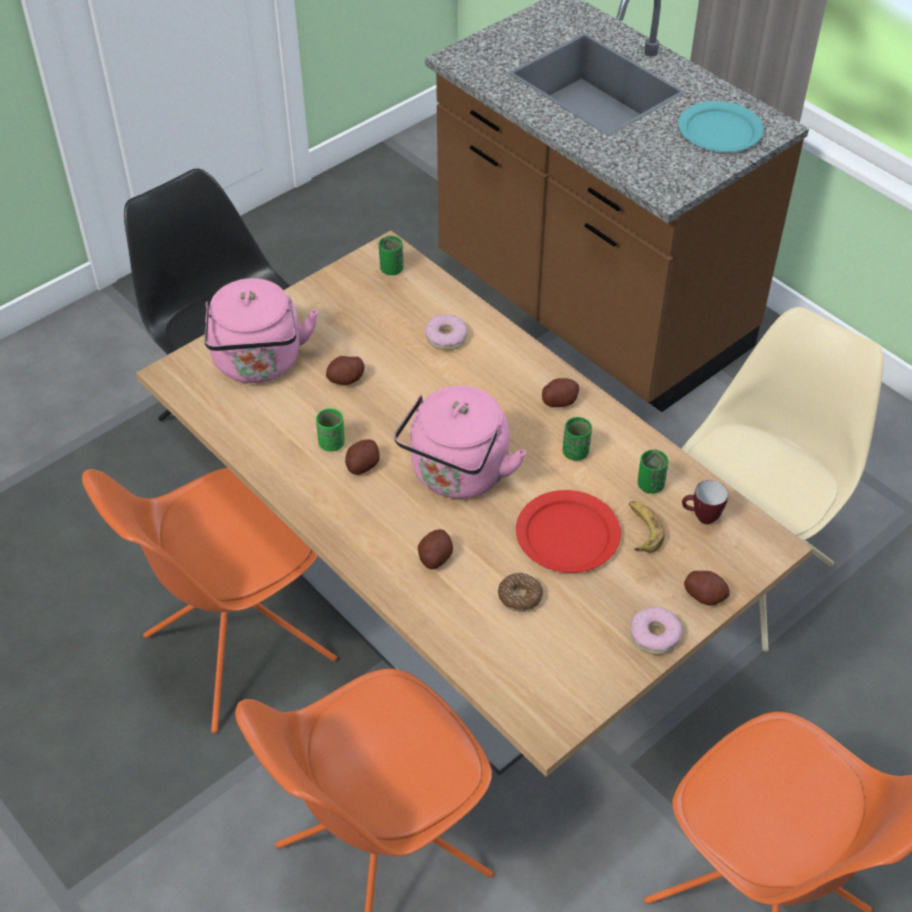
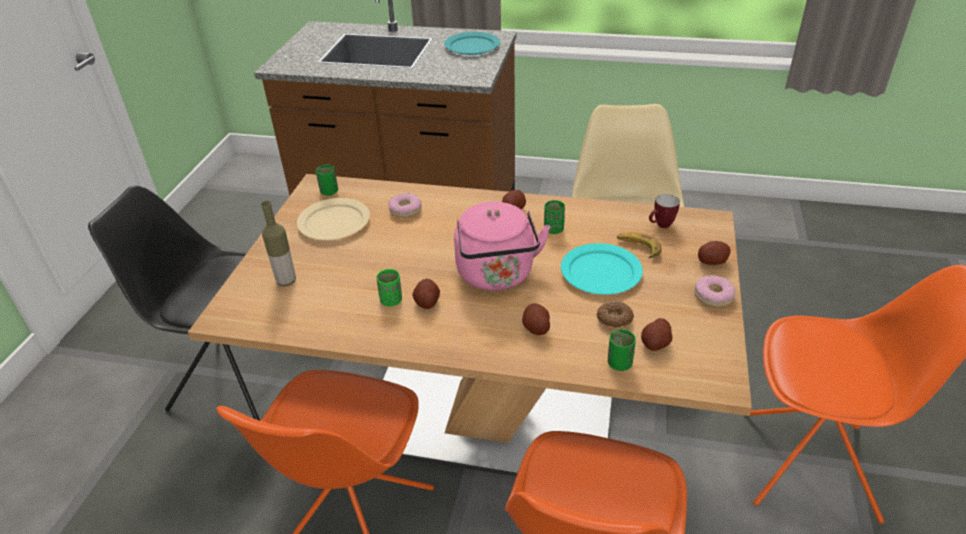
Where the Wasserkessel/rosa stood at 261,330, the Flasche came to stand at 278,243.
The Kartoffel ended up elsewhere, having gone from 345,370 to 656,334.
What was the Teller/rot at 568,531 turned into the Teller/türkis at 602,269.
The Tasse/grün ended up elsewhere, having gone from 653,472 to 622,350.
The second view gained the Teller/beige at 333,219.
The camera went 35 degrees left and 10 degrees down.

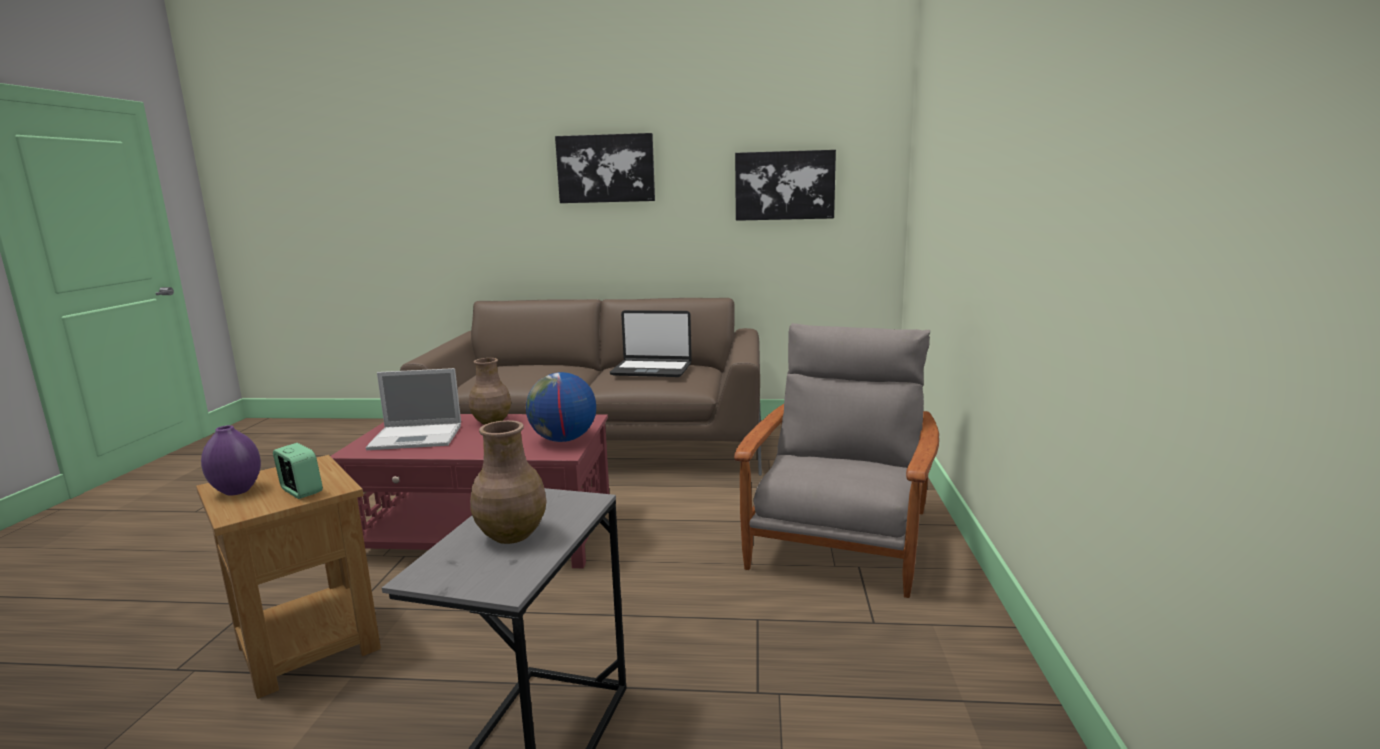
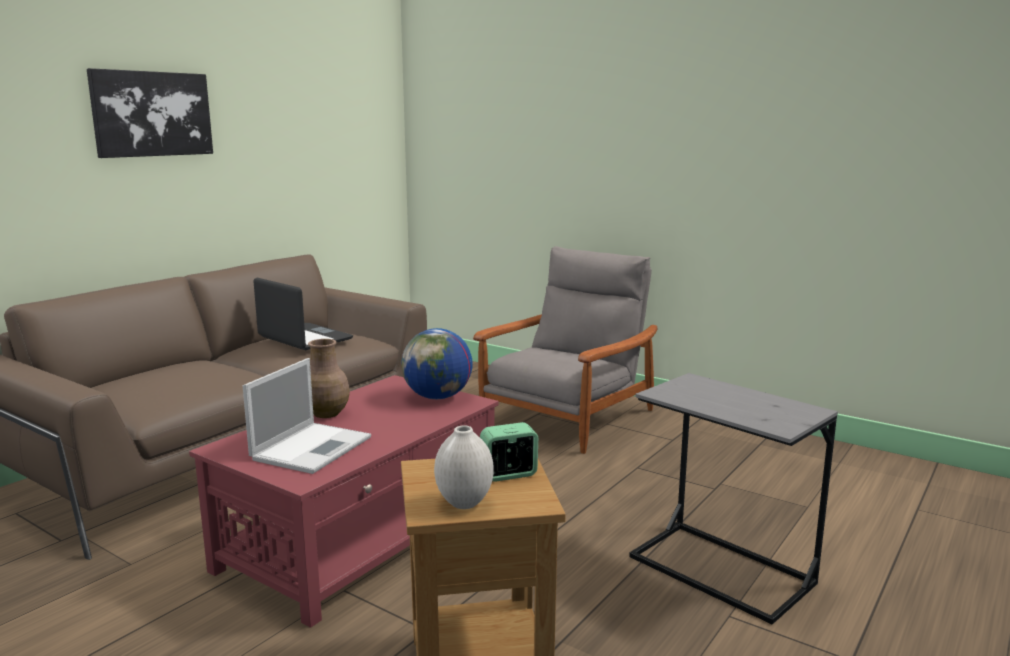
What was the Vase/lila at 231,460 turned into the Vase/weiß at 464,467.
The second view lost the Vase/braun at 508,482.
The Laptop at 651,343 ended up facing another way, 90 degrees counterclockwise from before.
The Sessel/grau at 836,460 ended up facing another way, 75 degrees clockwise from before.
The second view lost the Bild at 785,185.
The camera went 60 degrees left and 0 degrees up.

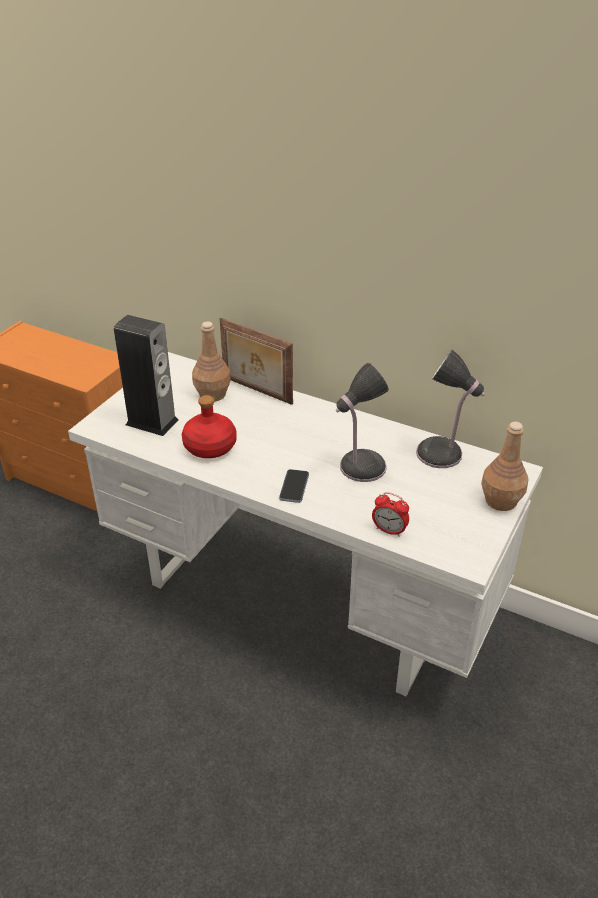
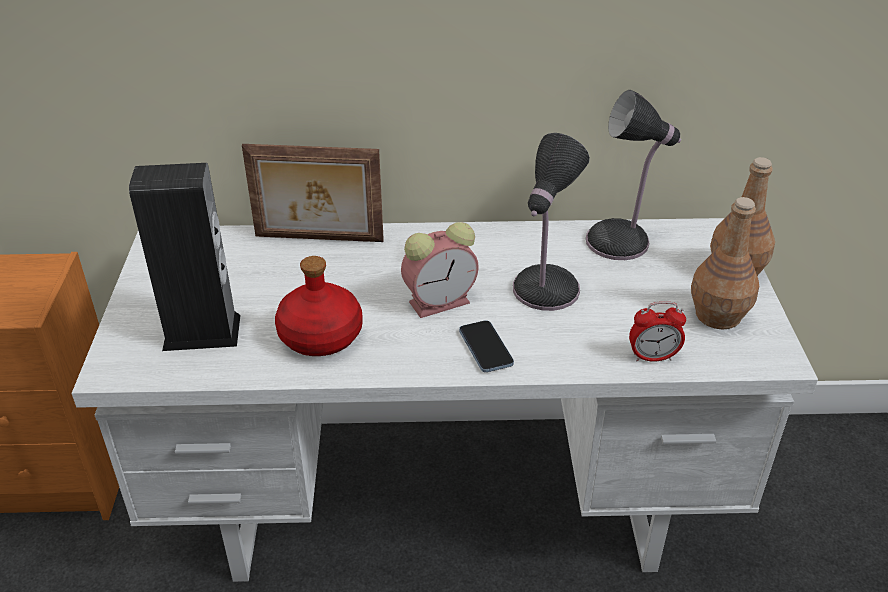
The Flasche/braun ended up elsewhere, having gone from 211,362 to 725,263.
The second view gained the Wecker at 440,270.
The camera went 30 degrees left and 0 degrees up.

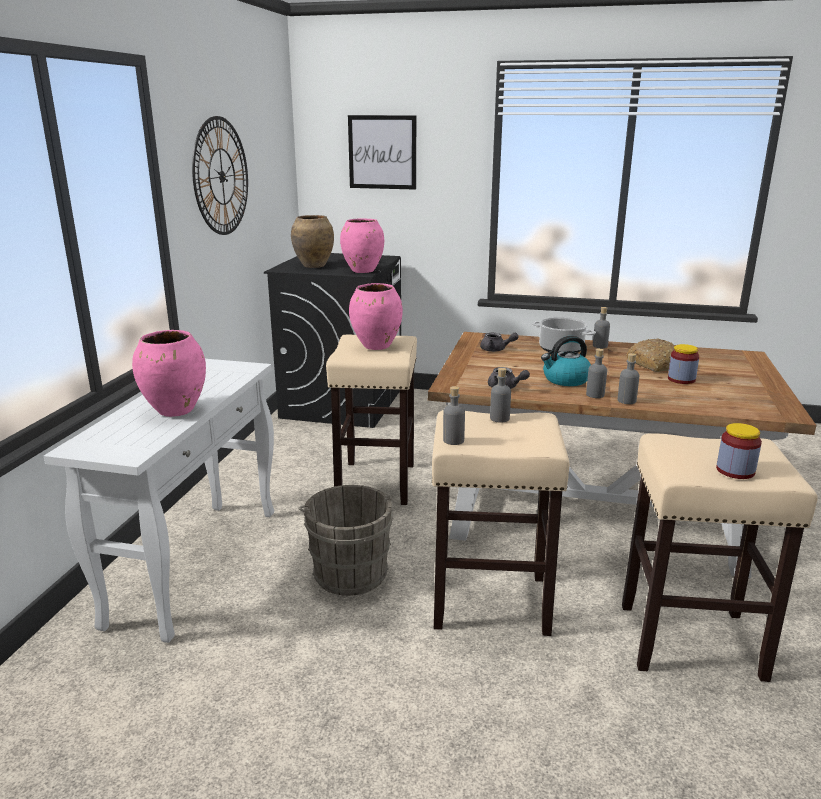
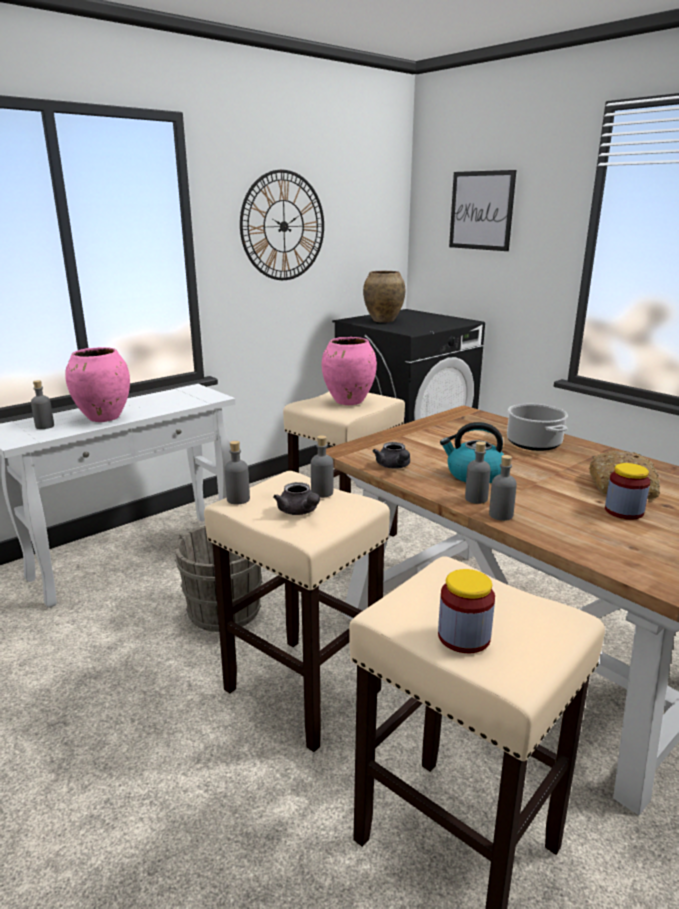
The second view lost the Vase/rosa at 362,245.
The Teekanne/grau ended up elsewhere, having gone from 499,342 to 296,498.
The Flasche/grau ended up elsewhere, having gone from 601,327 to 42,404.
The camera went 35 degrees right and 0 degrees up.

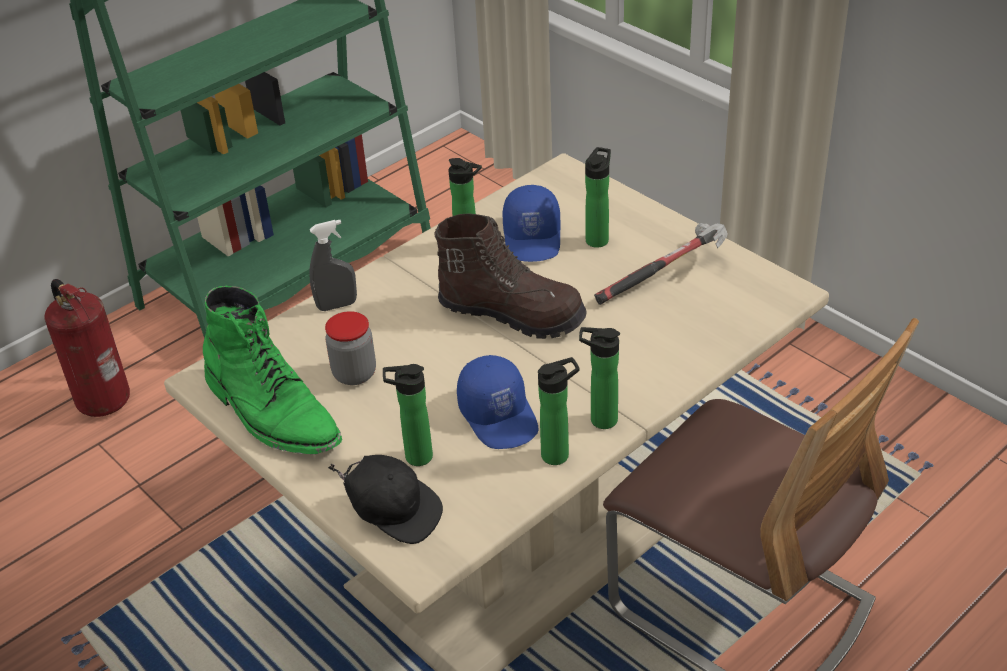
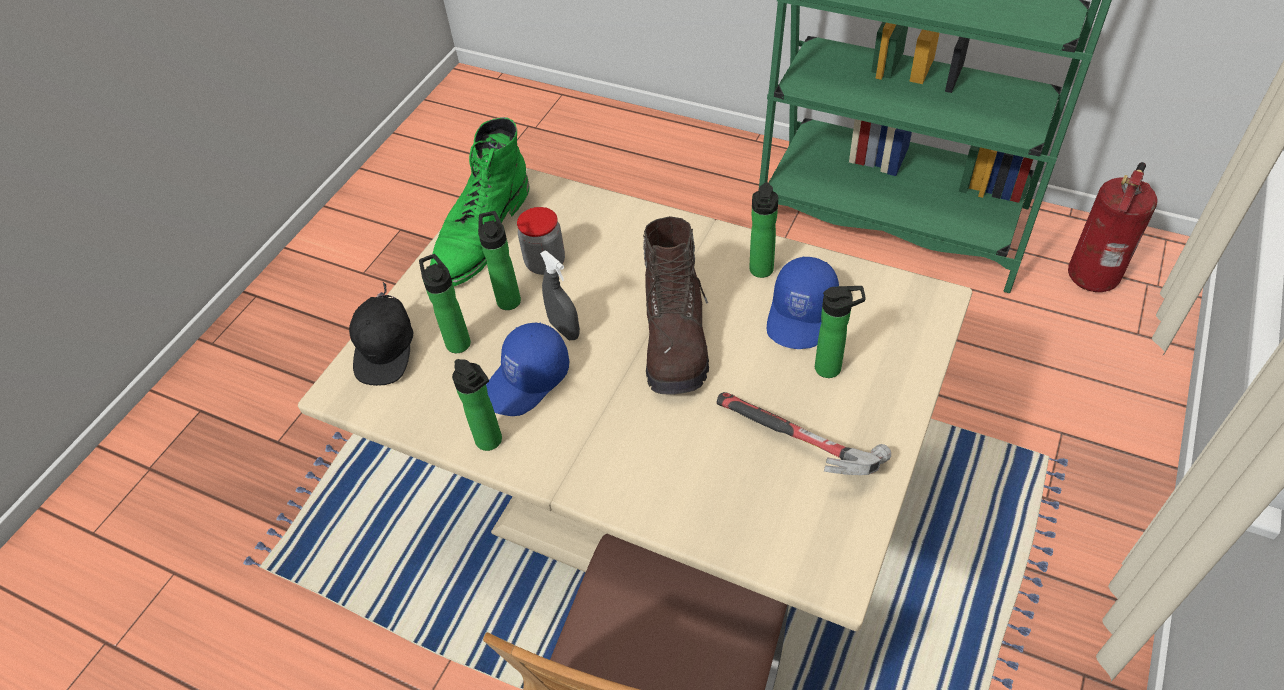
The Feuerlöscher ended up elsewhere, having gone from 87,348 to 1113,227.
The Sprühflasche/grau ended up elsewhere, having gone from 333,265 to 560,295.
The Kappe/blau at 531,223 ended up facing another way, 45 degrees counterclockwise from before.
The Flasche ended up elsewhere, having gone from 599,378 to 499,260.
The camera went 70 degrees right and 10 degrees up.

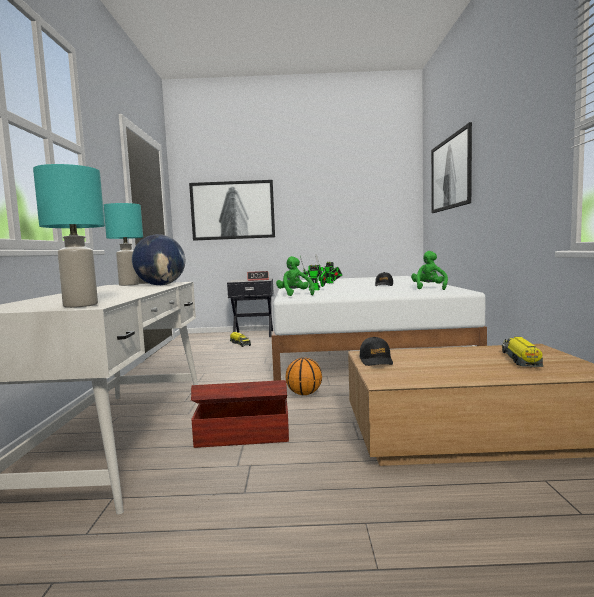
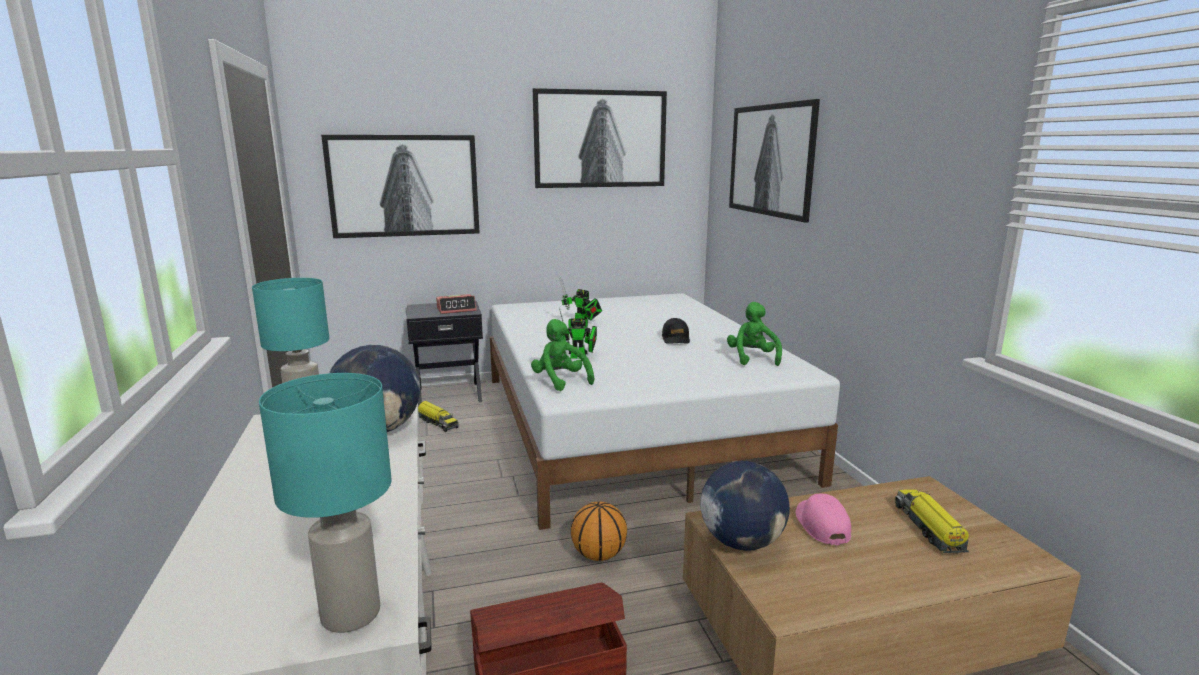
Where the Kappe/schwarz stood at 376,351, the Globus came to stand at 745,506.
The second view gained the Bild at 600,138.
The second view gained the Kappe/rosa at 823,519.
The camera went 15 degrees left and 10 degrees up.

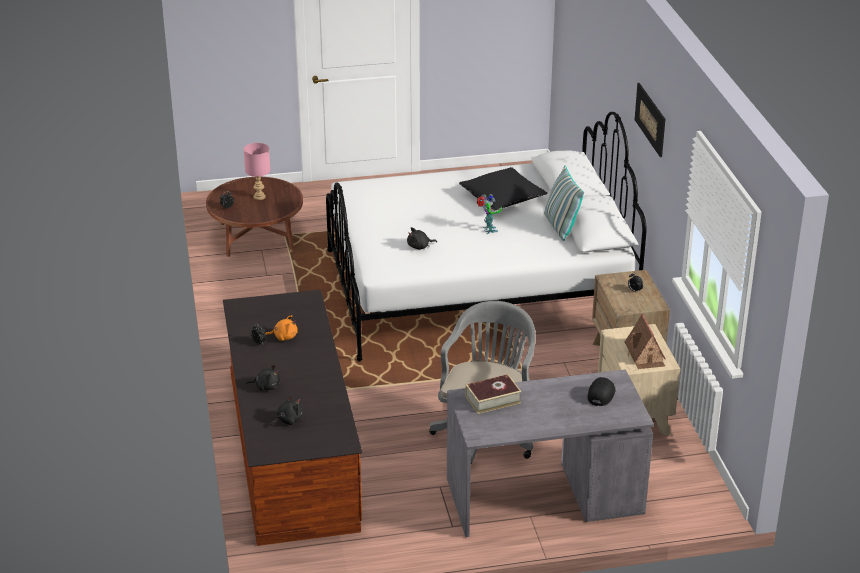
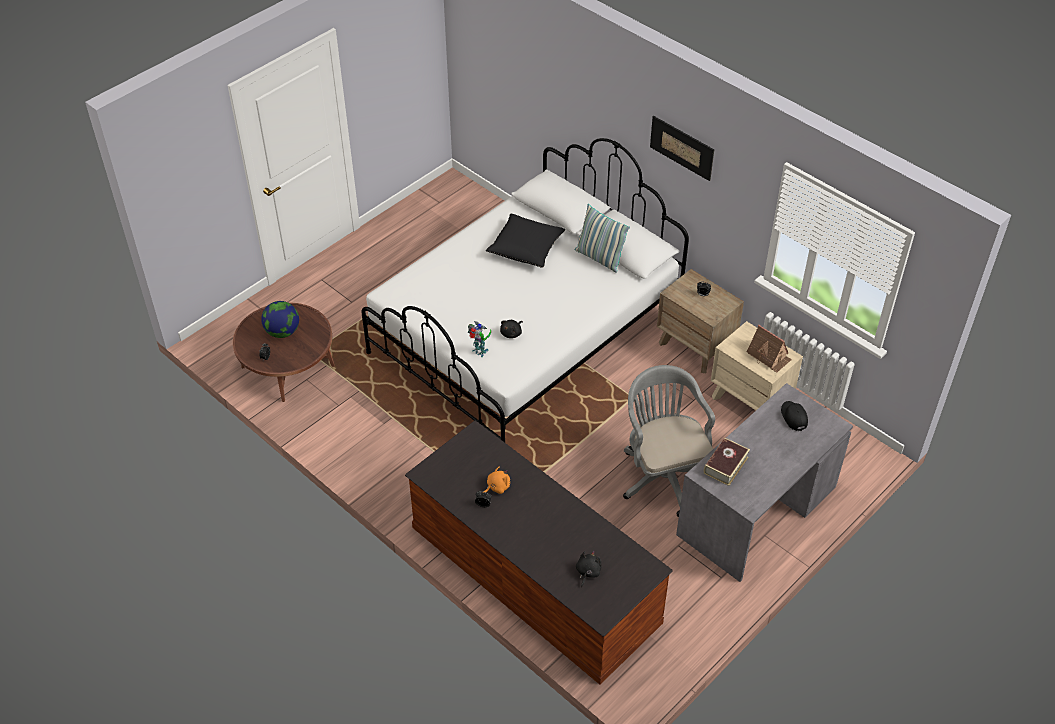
Where the Tischlampe/rosa stood at 257,171, the Globus came to stand at 280,319.
The second view lost the Plüschtier/schwarz at 262,378.
The Spielzeugroboter ended up elsewhere, having gone from 489,214 to 479,339.
The camera went 35 degrees left and 15 degrees up.

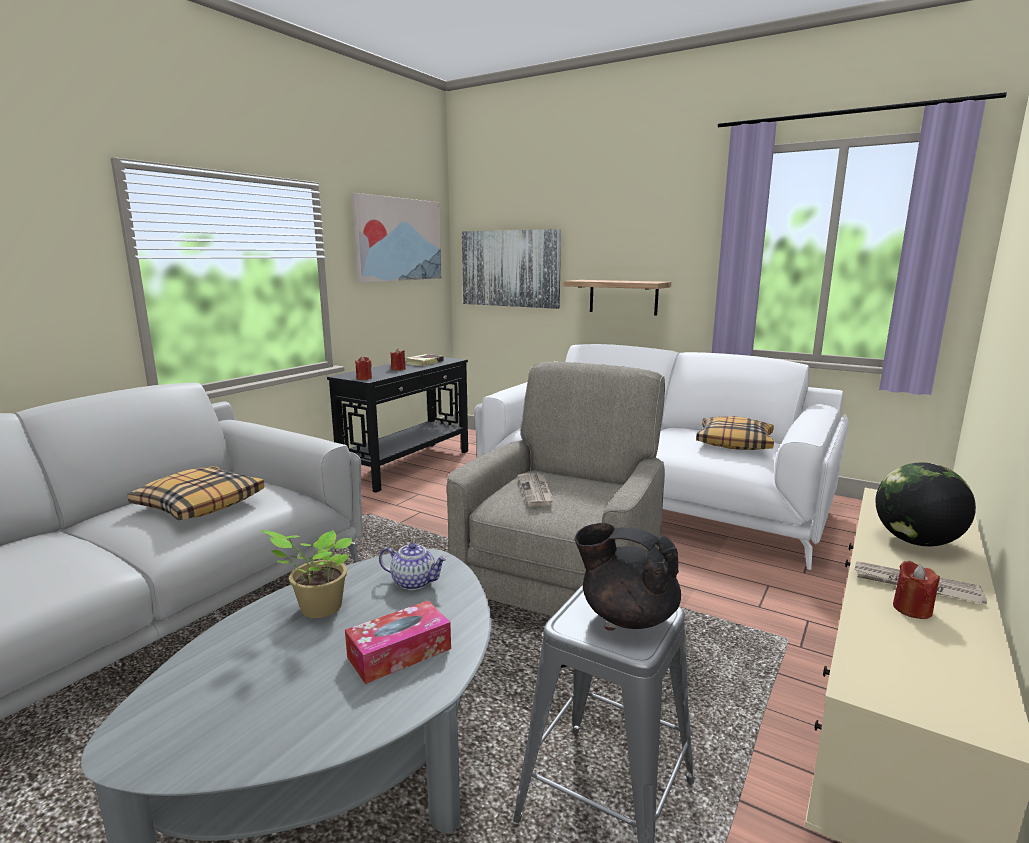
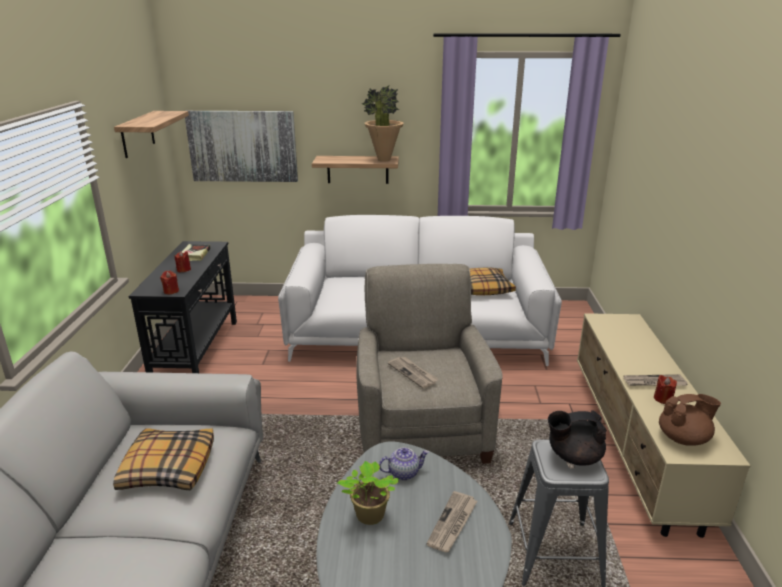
Where the Taschentuchbox stood at 398,642, the Zeitung came to stand at 451,521.
Where the Bild hung at 397,238, the Wandregal came to hang at 151,134.
The second view lost the Globus at 925,504.
The second view gained the Topfpflanze at 383,123.
The second view gained the Teekanne/braun at 690,420.
The camera went 30 degrees left and 10 degrees up.

